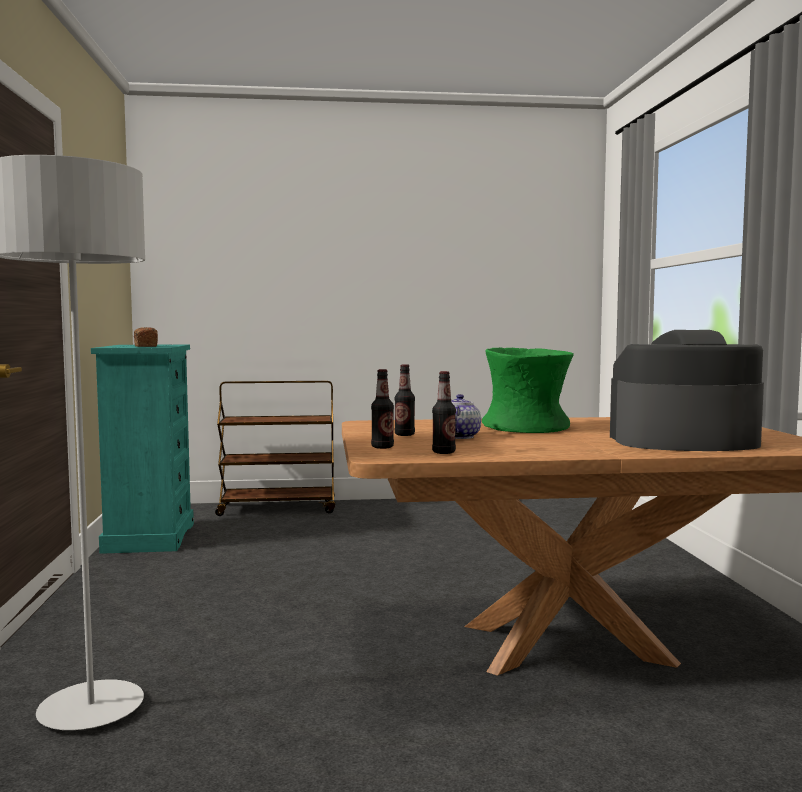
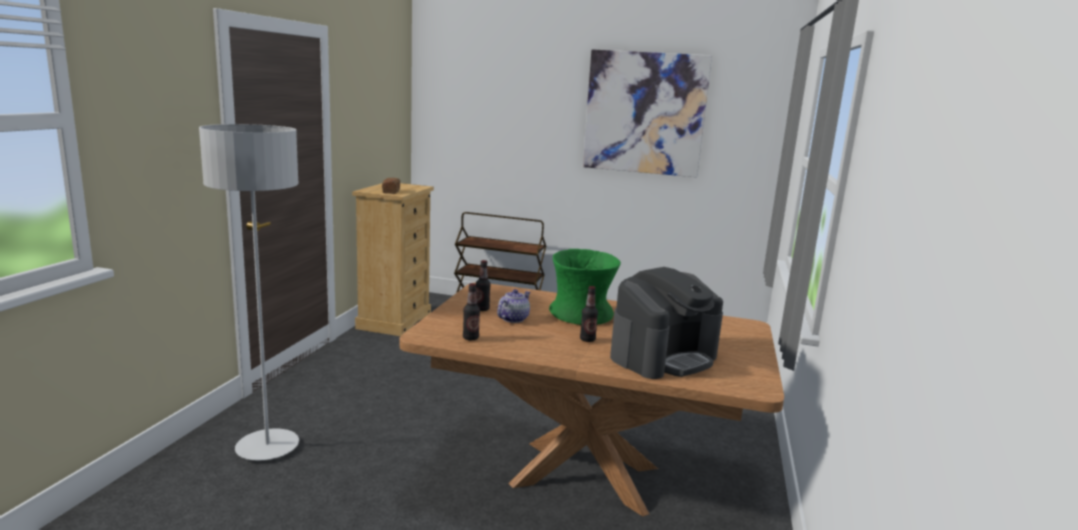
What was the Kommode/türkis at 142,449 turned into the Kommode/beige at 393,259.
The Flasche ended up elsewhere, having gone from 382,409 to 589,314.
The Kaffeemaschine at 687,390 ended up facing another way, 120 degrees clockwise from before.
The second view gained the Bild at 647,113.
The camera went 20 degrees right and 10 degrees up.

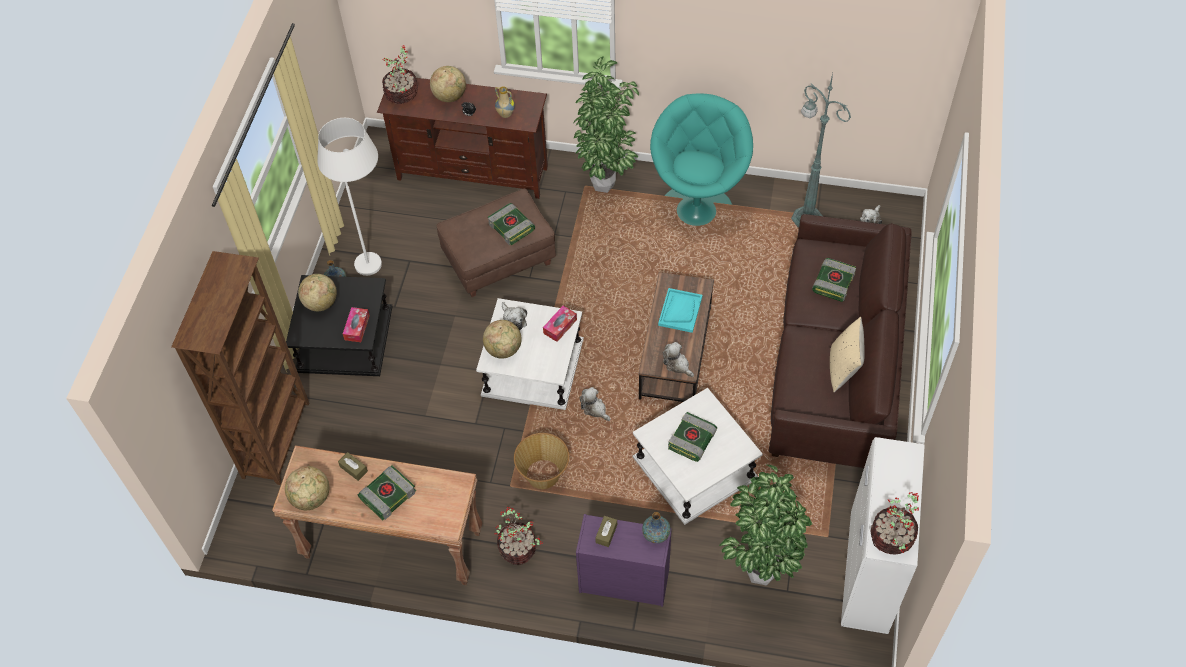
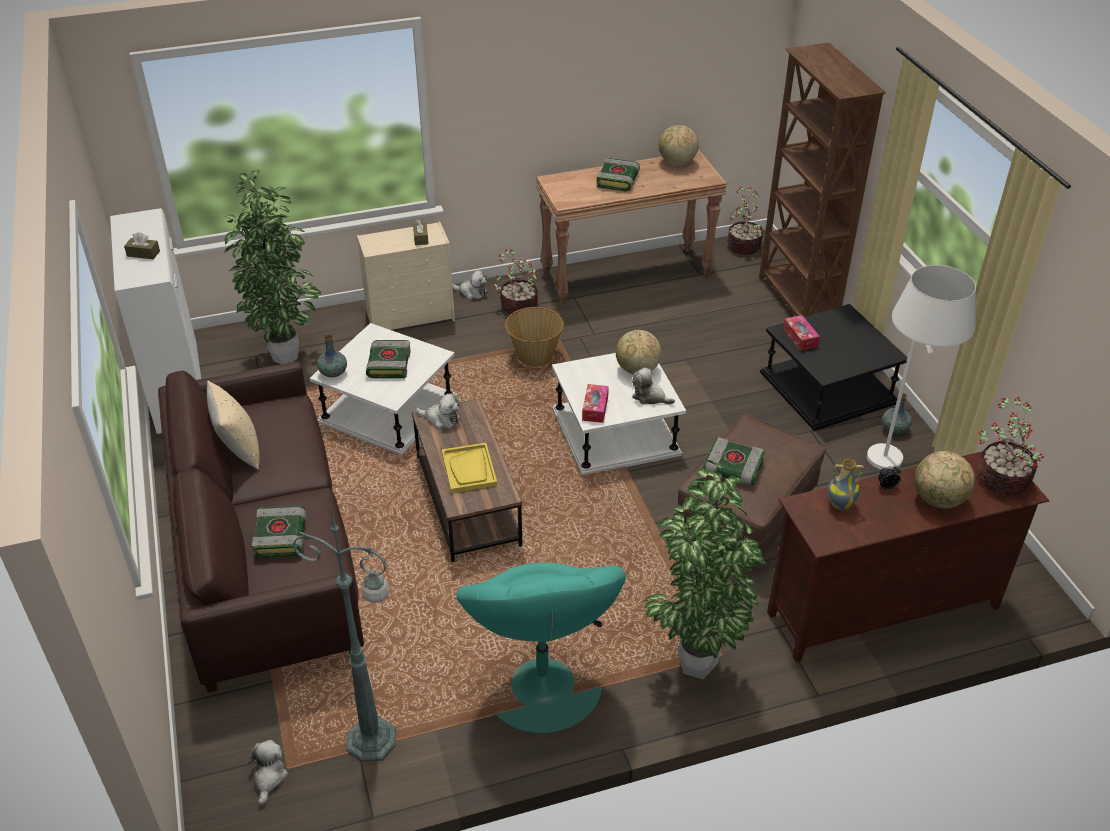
The second view lost the Globus at 317,292.
The Taschentuchbox/braun ended up elsewhere, having gone from 353,466 to 142,245.
What was the Kommode/lila at 624,560 turned into the Kommode/beige at 406,276.
The Plüschtier ended up elsewhere, having gone from 595,404 to 469,285.
The Vase ended up elsewhere, having gone from 656,527 to 332,356.
What was the Tablett/türkis at 680,310 turned into the Tablett/gelb at 469,468.
The Topfpflanze ended up elsewhere, having gone from 895,523 to 745,221.
The camera went 150 degrees right and 15 degrees down.

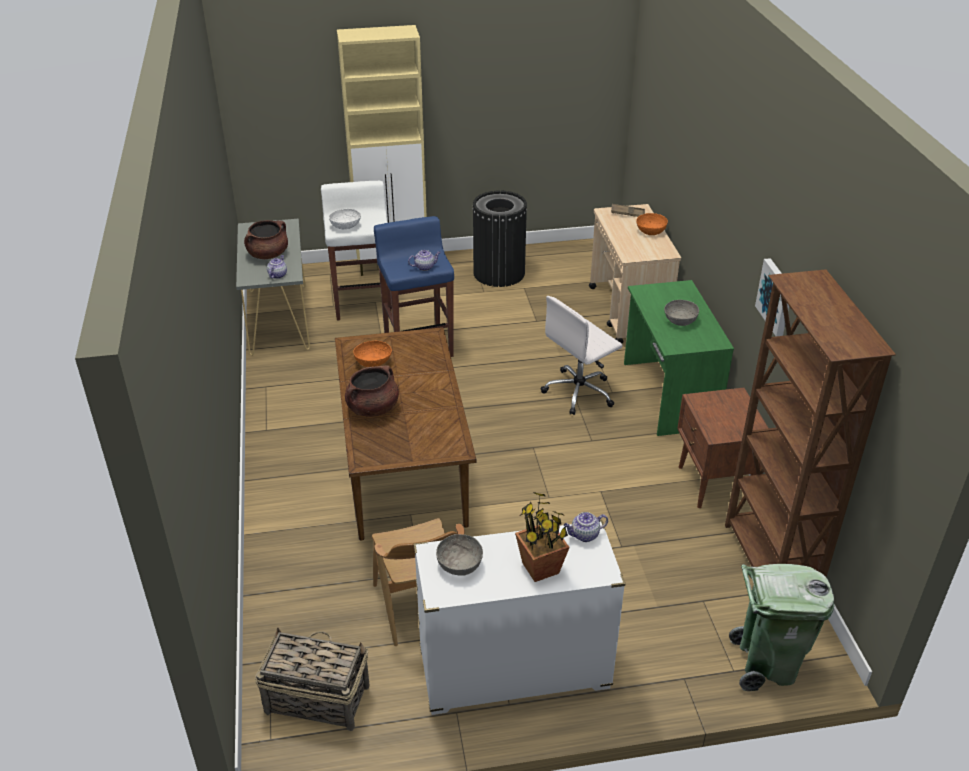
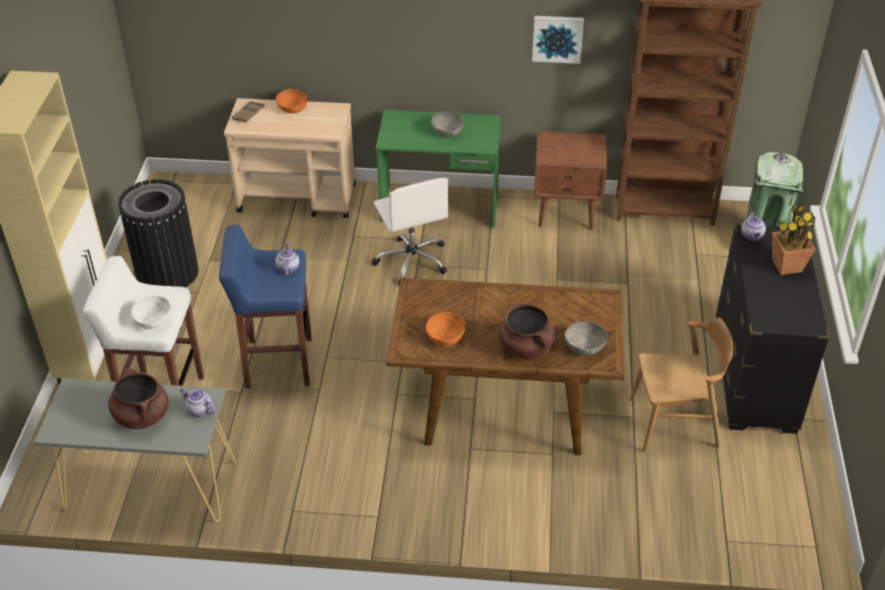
The second view lost the Korb at 312,679.
What was the Kommode/weiß at 519,617 turned into the Kommode/schwarz at 772,329.
The Schüssel/grau ended up elsewhere, having gone from 459,555 to 586,338.
The camera went 75 degrees left and 5 degrees up.

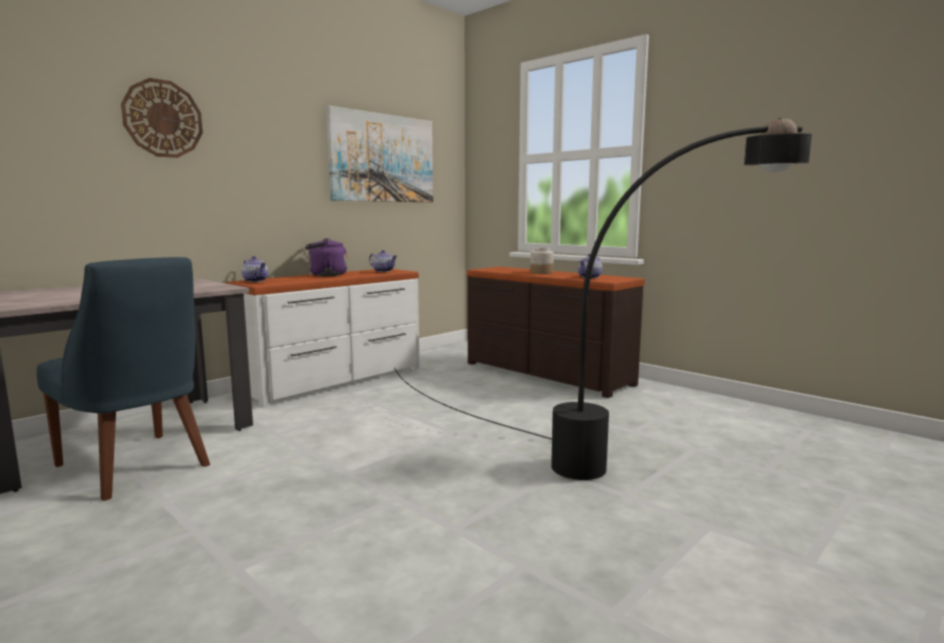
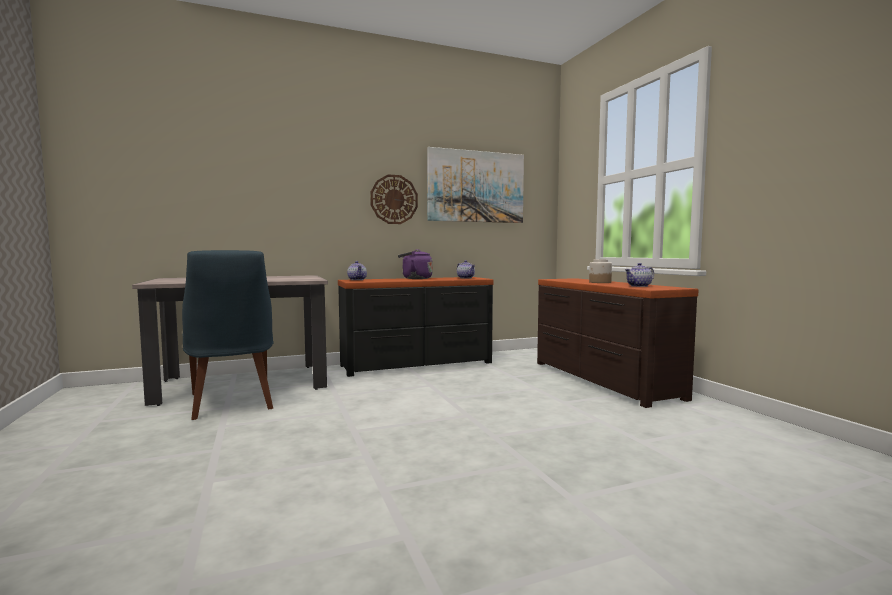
The Wanduhr ended up elsewhere, having gone from 162,118 to 394,199.
What was the Kommode/weiß at 322,338 turned into the Kommode/schwarz at 415,327.
The second view lost the Stehlampe/schwarz at 603,299.
The camera went 25 degrees right and 5 degrees down.

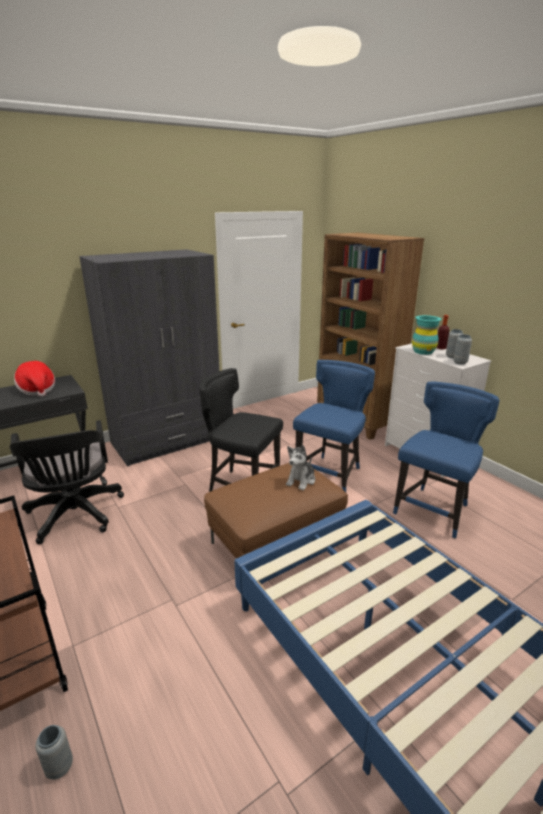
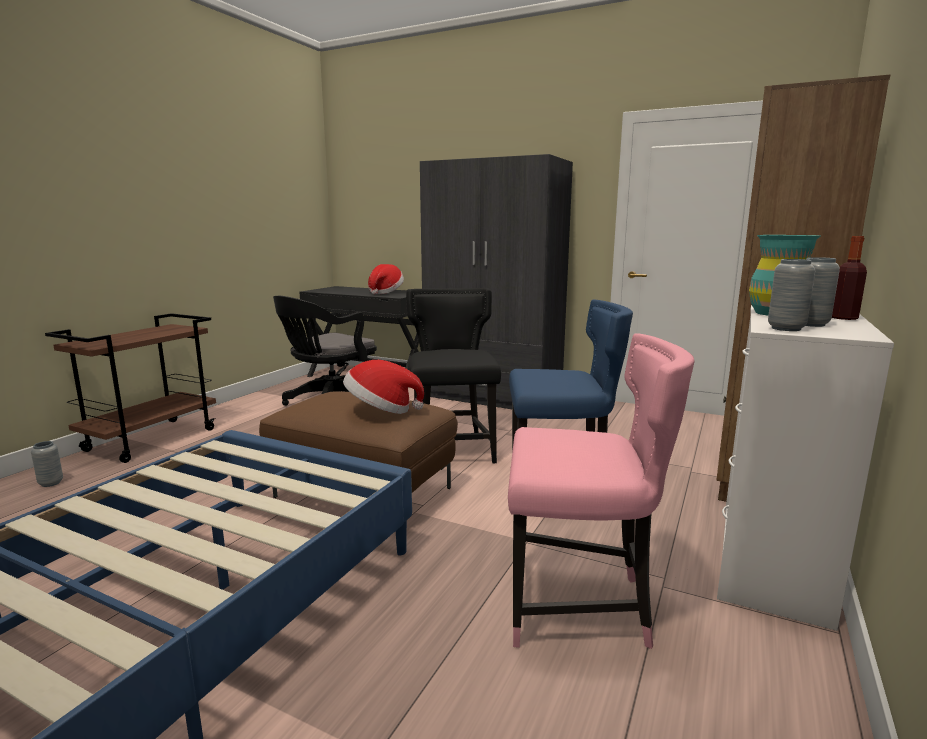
Where the Plüschtier stood at 300,467, the Hut came to stand at 383,387.
What was the Stuhl/blau at 446,460 turned into the Stuhl/rosa at 601,491.
The camera went 60 degrees right and 10 degrees down.

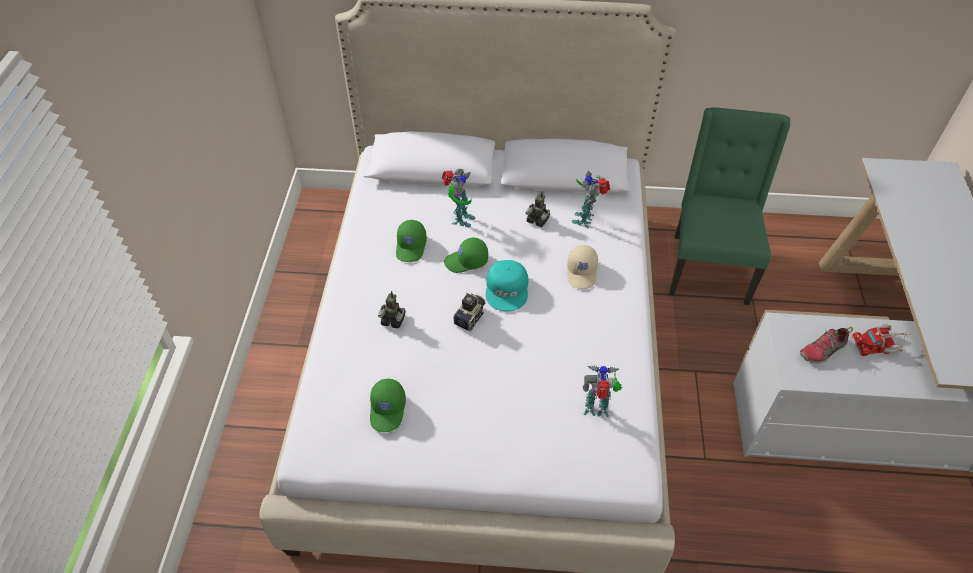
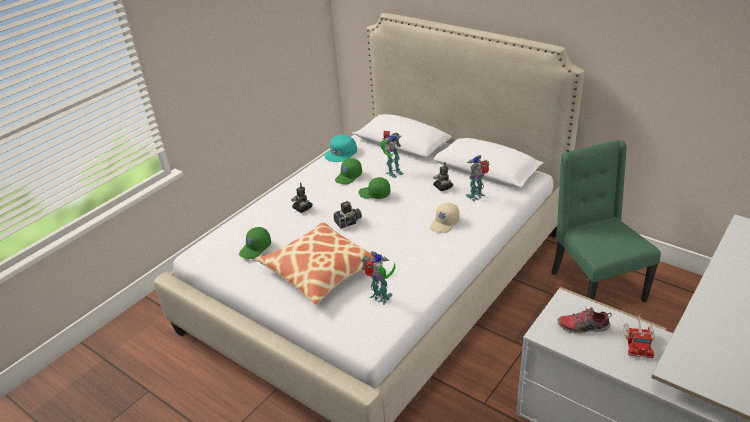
The Kappe/türkis ended up elsewhere, having gone from 507,286 to 340,148.
The Stuhl/grün at 729,206 ended up facing another way, 60 degrees counterclockwise from before.
The Spielzeuglaster at 880,340 ended up facing another way, 105 degrees counterclockwise from before.
The second view gained the Kissen at 320,263.
The camera went 35 degrees right and 15 degrees down.

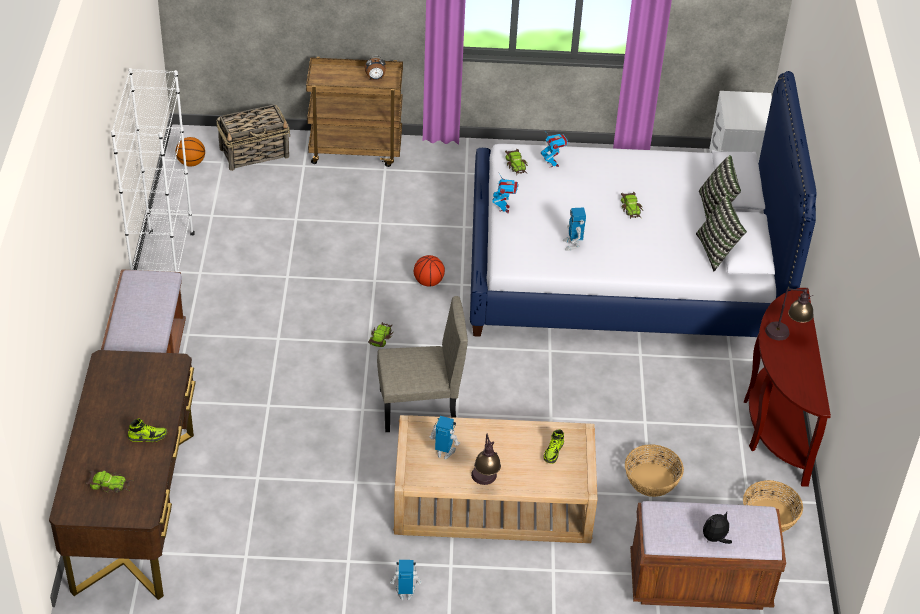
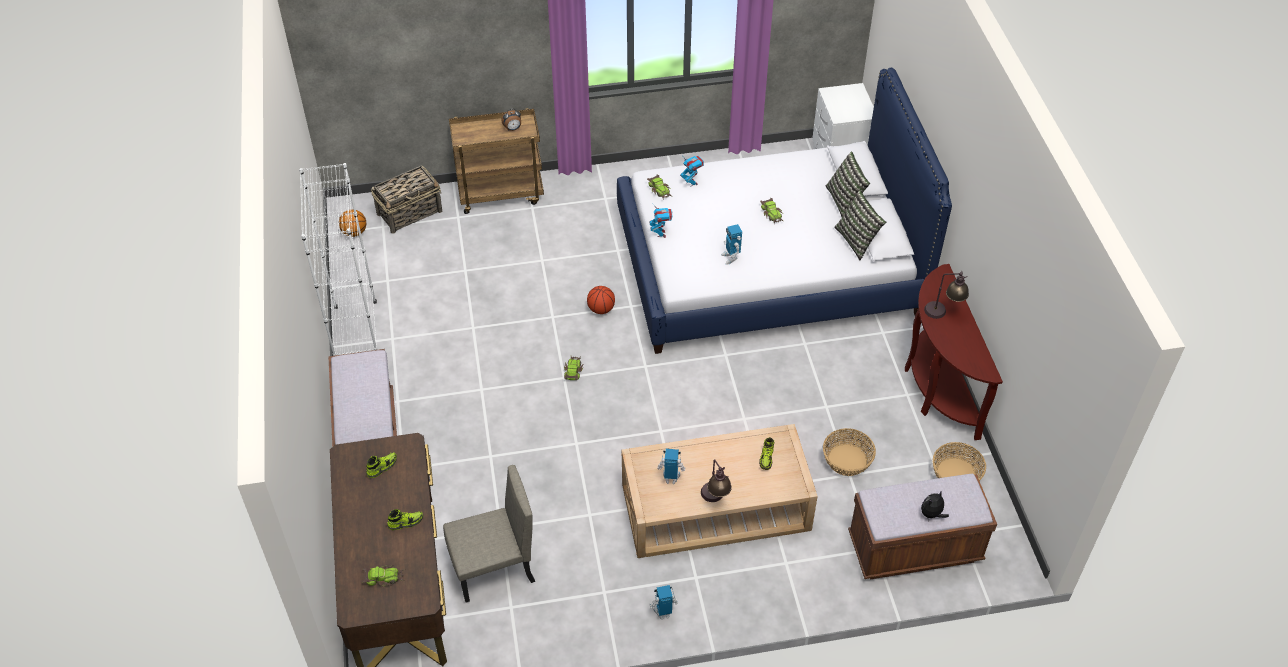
The Stuhl/beige ended up elsewhere, having gone from 422,364 to 489,534.
The second view gained the Schuh at 381,465.
The camera went 10 degrees left and 5 degrees up.

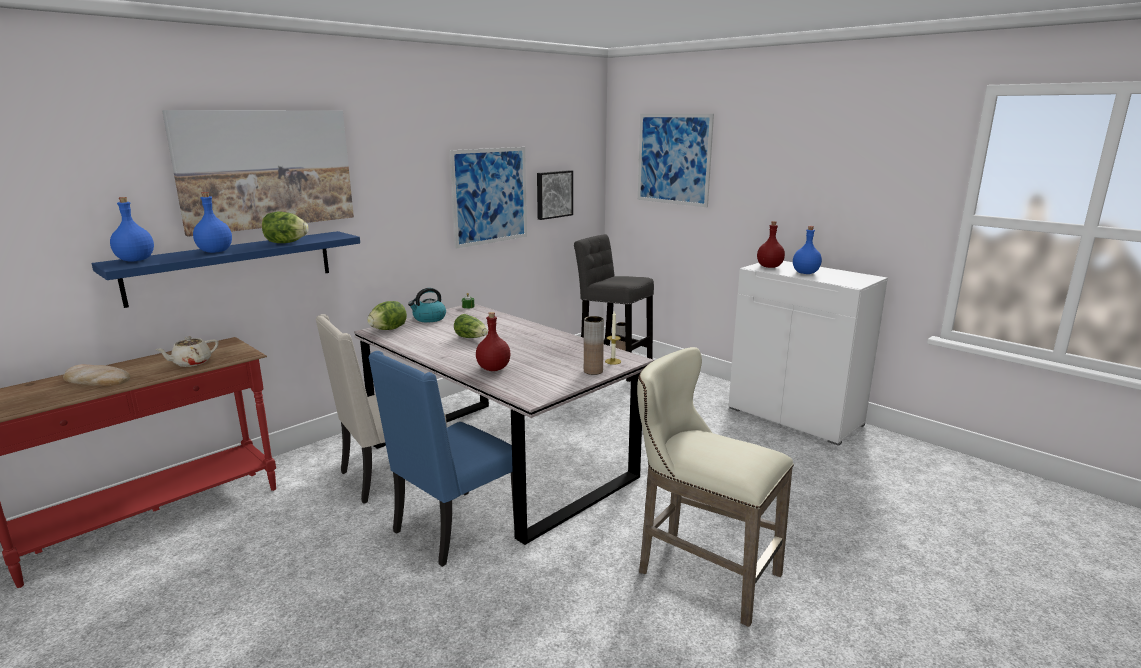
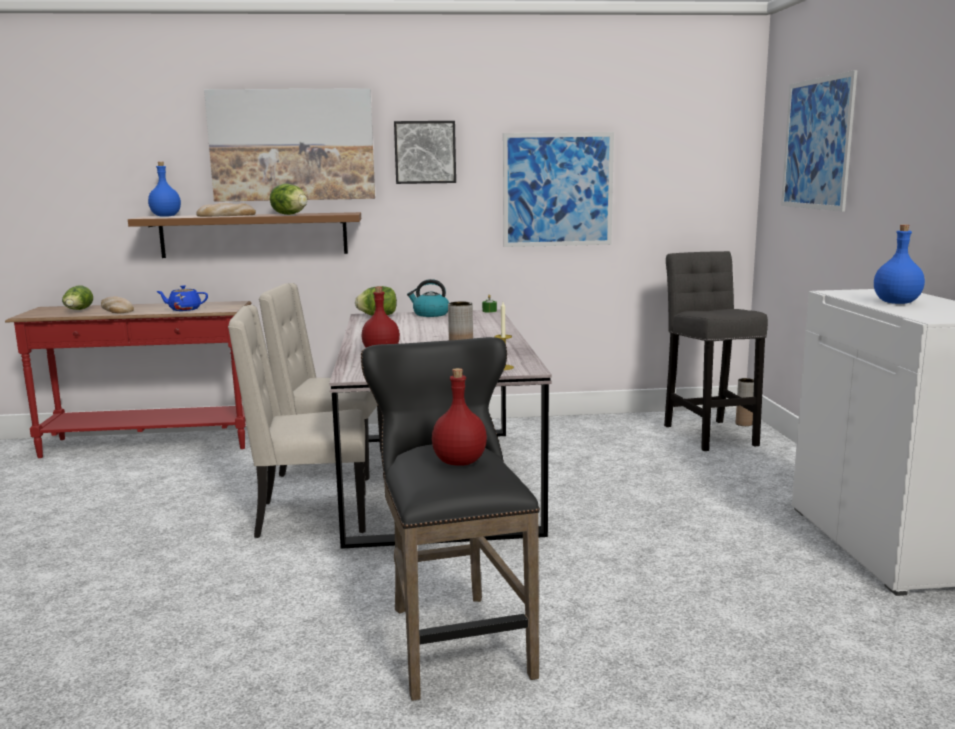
What was the Wandregal/blau at 226,269 turned into the Wandregal/braun at 244,235.
What was the Teekanne/beige at 186,351 turned into the Teekanne/blau at 182,298.
Where the Flasche/blau stood at 212,222, the Brot came to stand at 226,210.
What was the Stuhl/blau at 441,459 turned into the Stuhl/beige at 297,421.
The Salatkopf ended up elsewhere, having gone from 471,326 to 77,298.
The Bild ended up elsewhere, having gone from 555,195 to 425,152.
What was the Hocker/beige at 715,487 turned into the Hocker/schwarz at 450,519.
The Flasche/rot ended up elsewhere, having gone from 771,244 to 459,417.
The camera went 40 degrees right and 5 degrees down.

